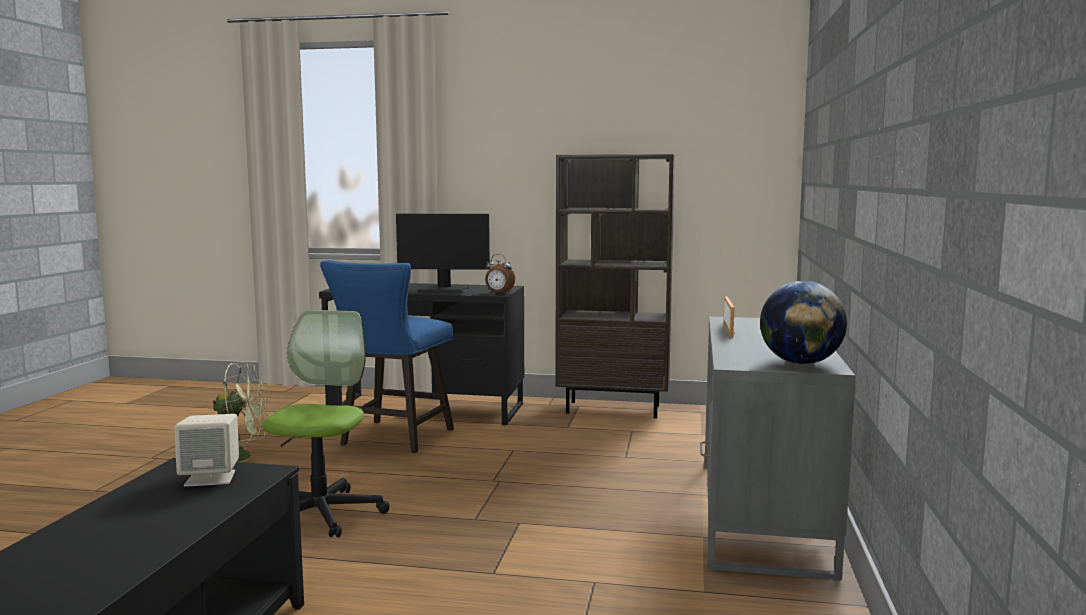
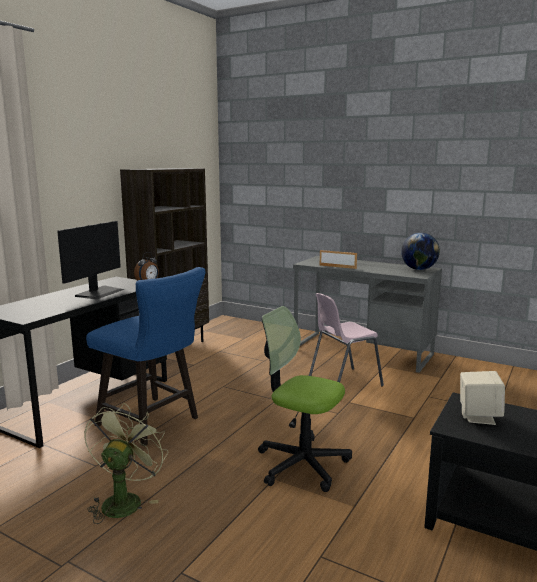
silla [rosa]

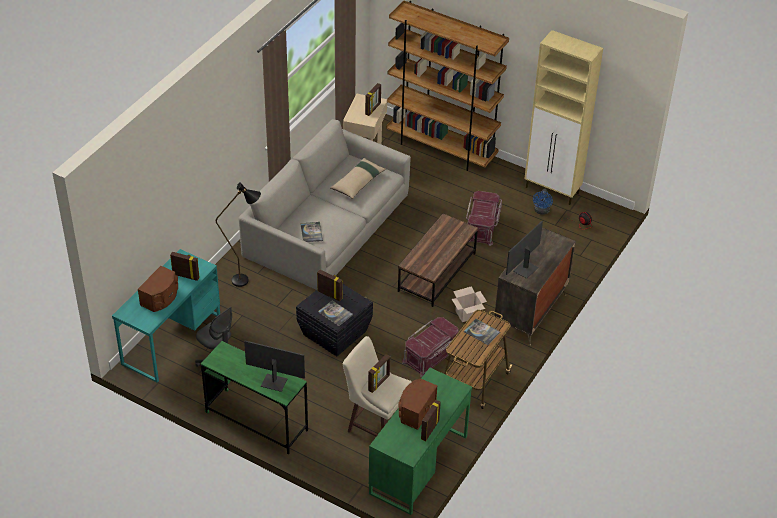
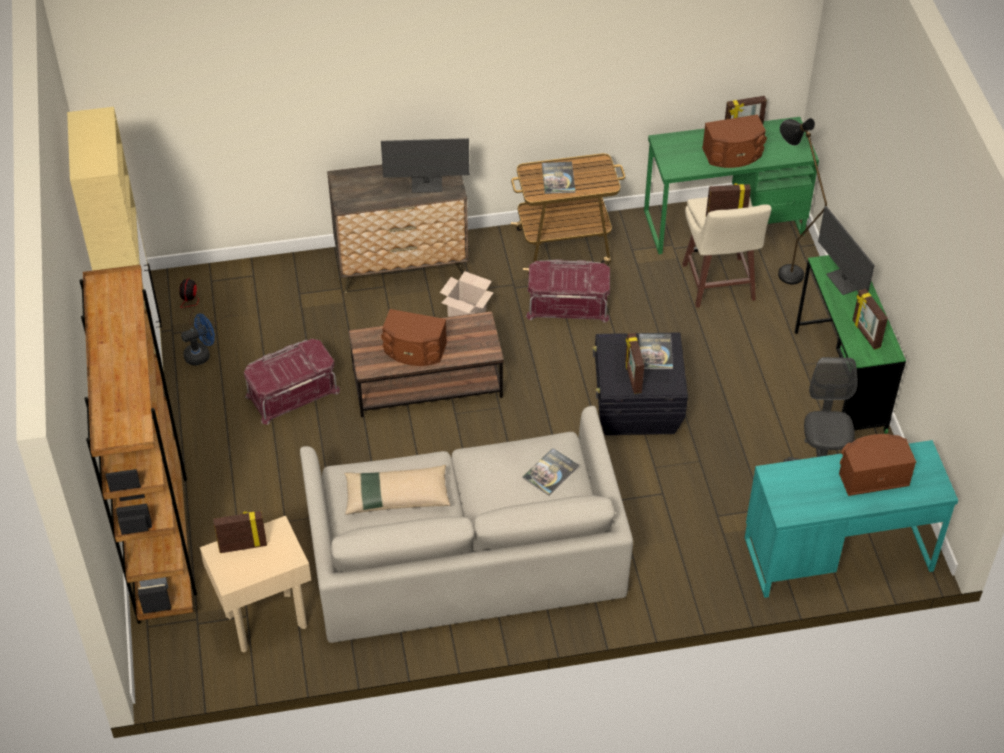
lámpara de pie [negro]; portarretratos (5th from left); altavoz [marrón] (1st from left)

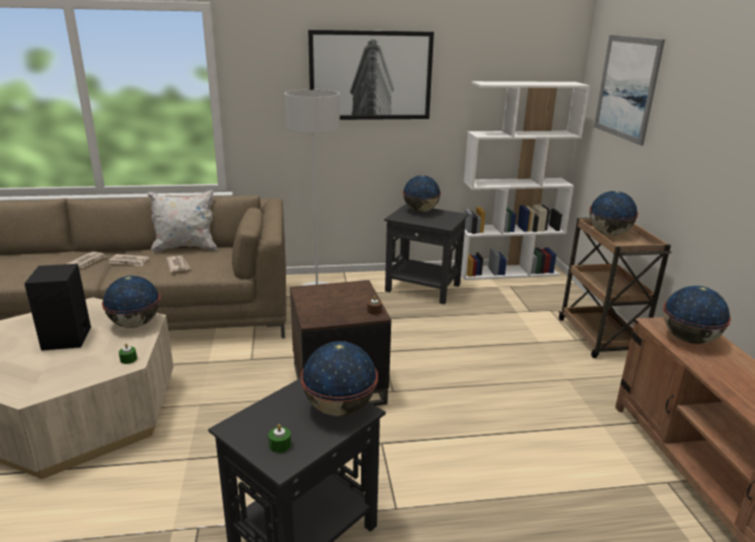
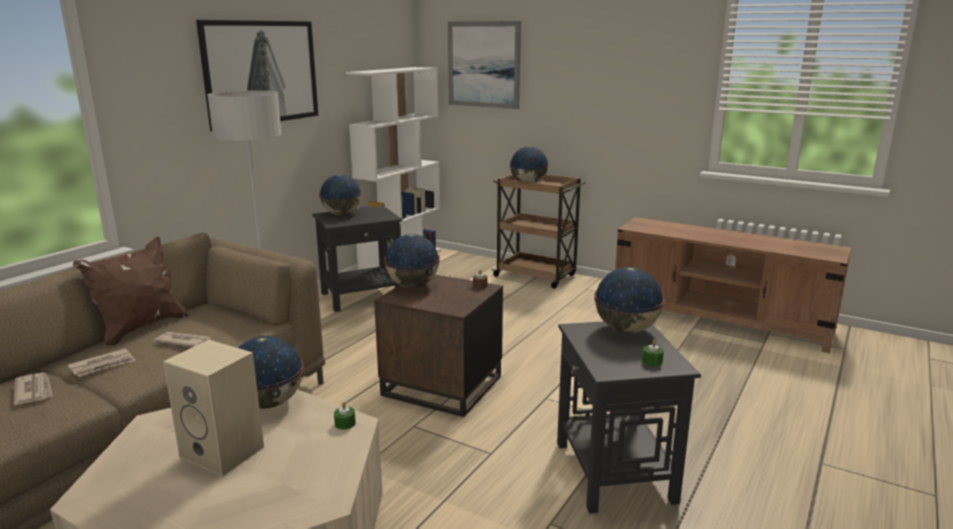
cojín [marrón]; altavoz [beis]; globo terráqueo (3rd from left)

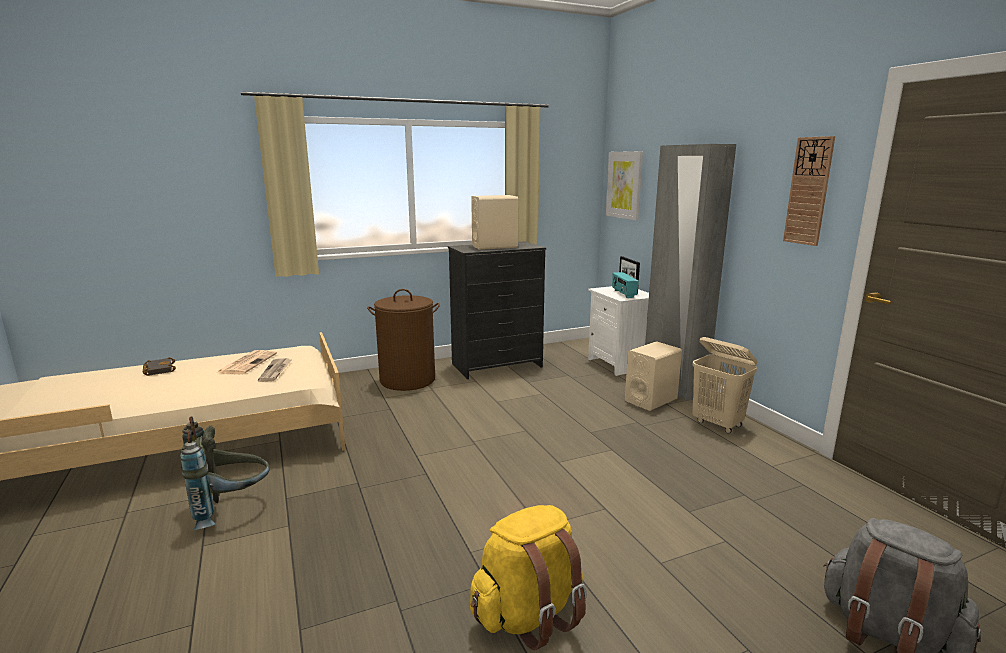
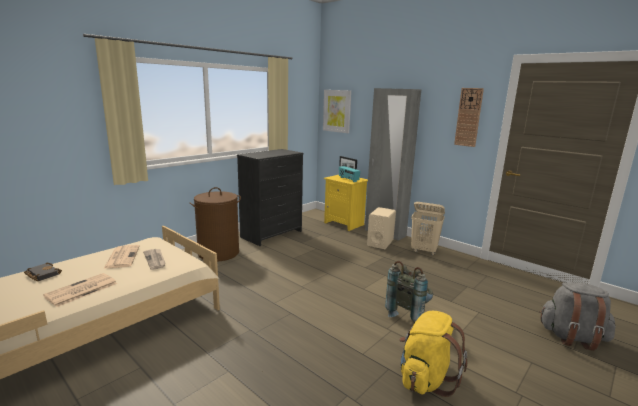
altavoz [beis] (1st from left in the first image); mesita de noche [amarillo]; mochila [gris] (1st from left); periódico (1st from left)

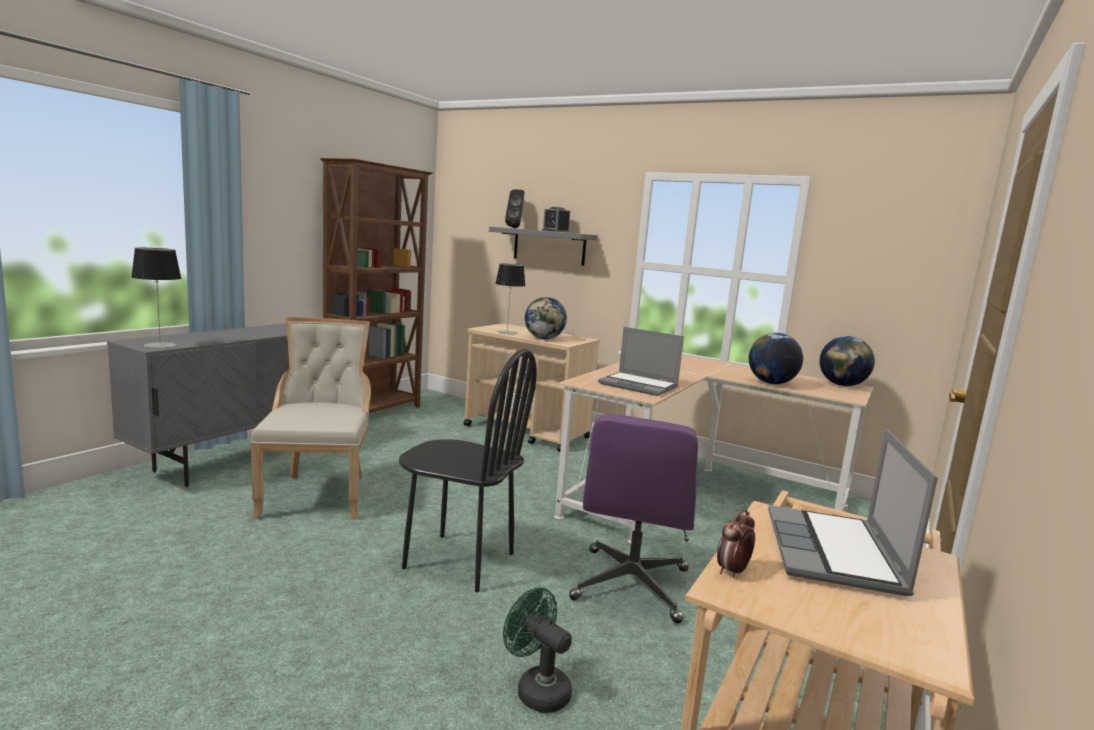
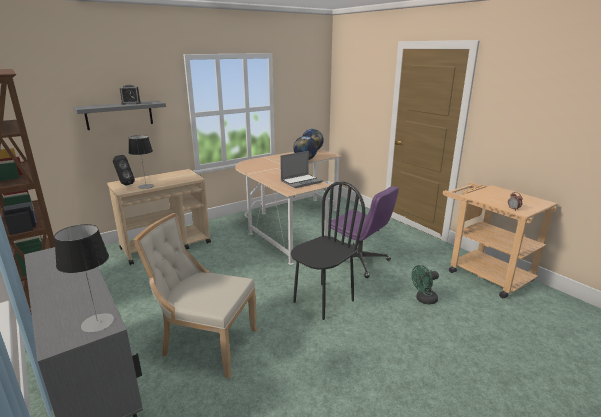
altavoz [negro]; globo terráqueo (1st from left in the first image); portátil (2nd from left in the first image)

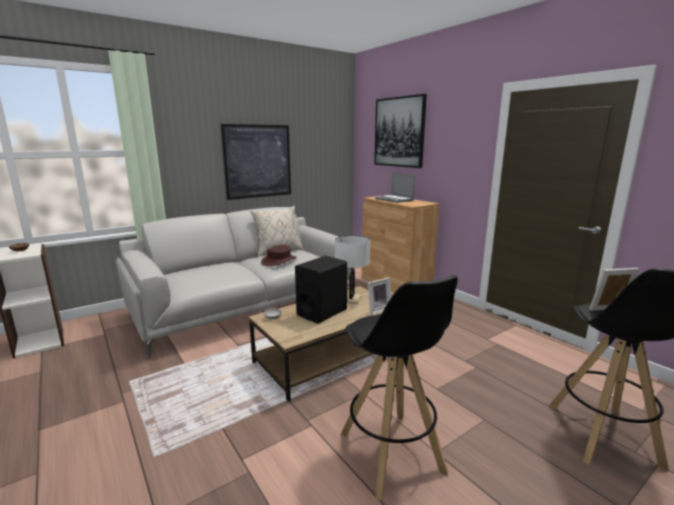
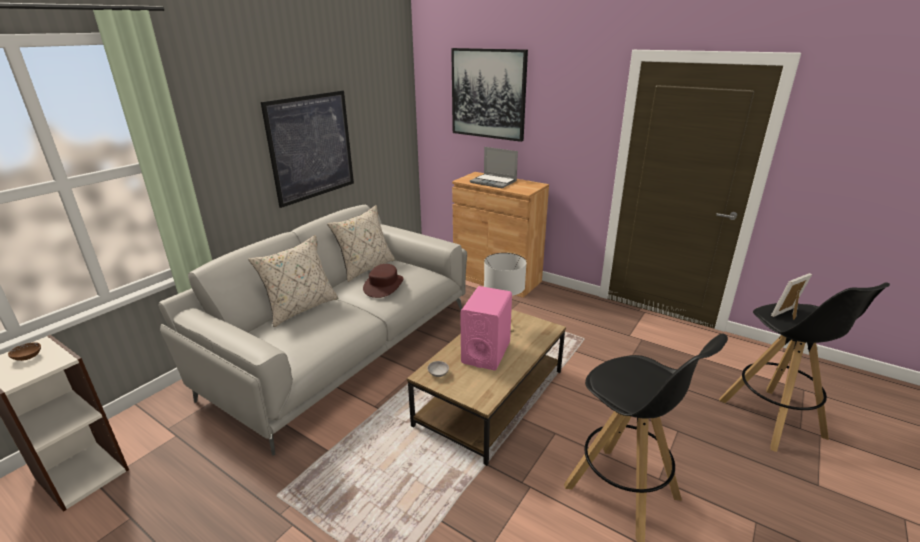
altavoz [rosa]; portarretratos (1st from left in the first image); cojín [beis] (1st from left)

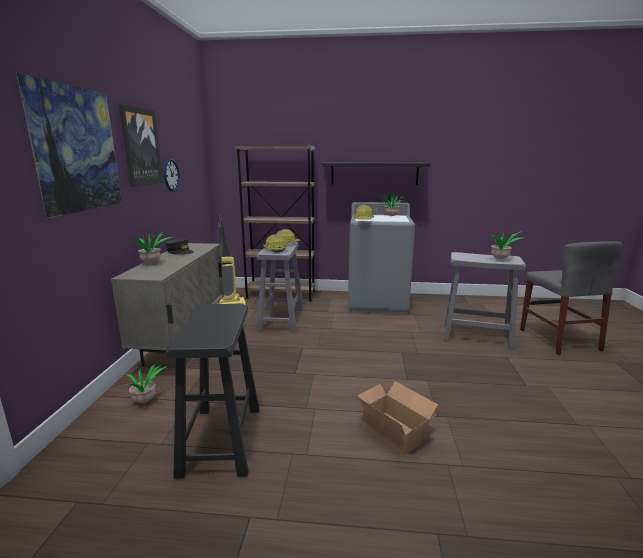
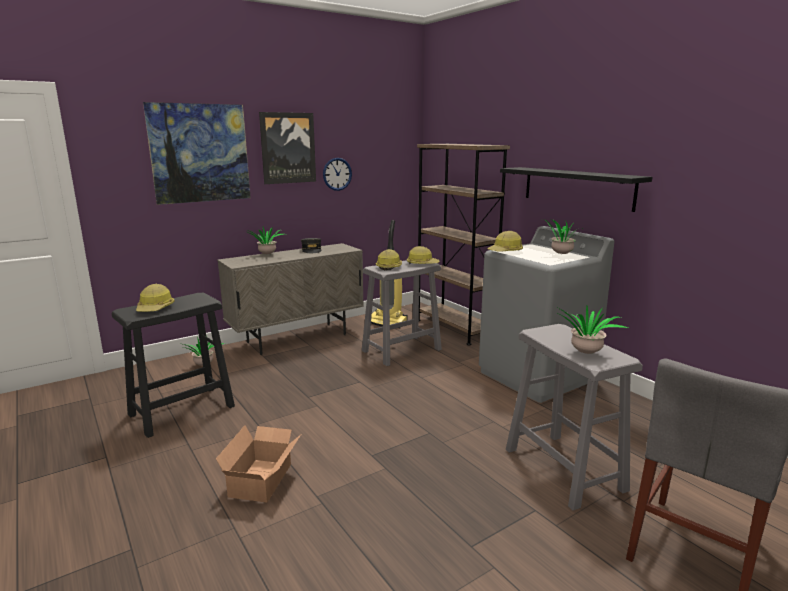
casco (1st from left)

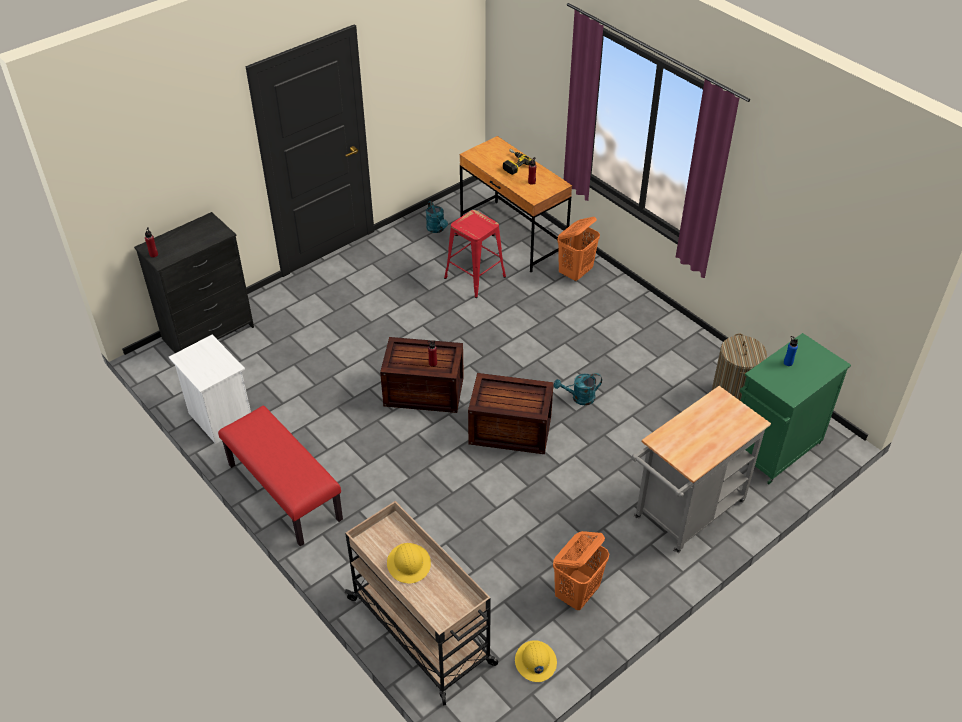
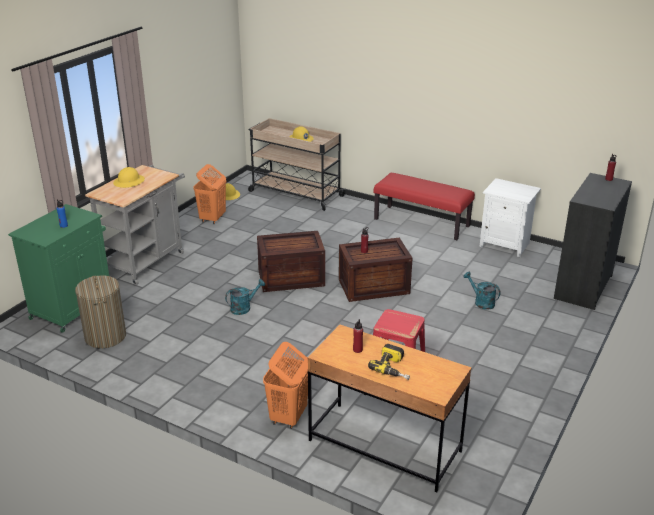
regadera [turquesa] (2nd from left); casco [amarillo] (1st from left)

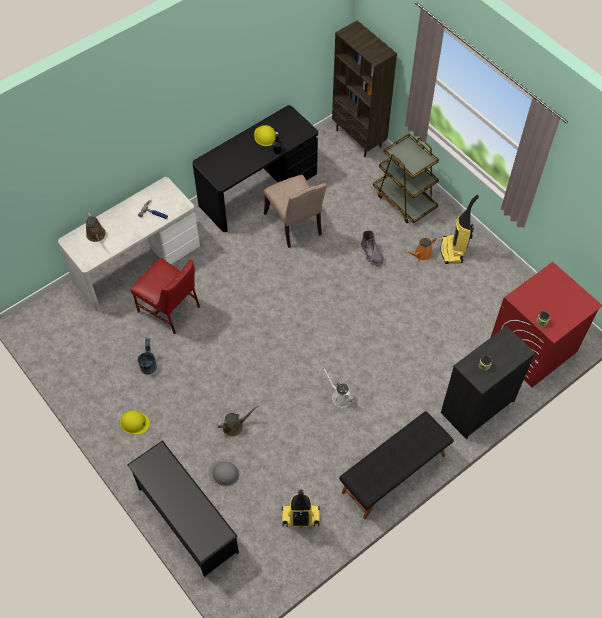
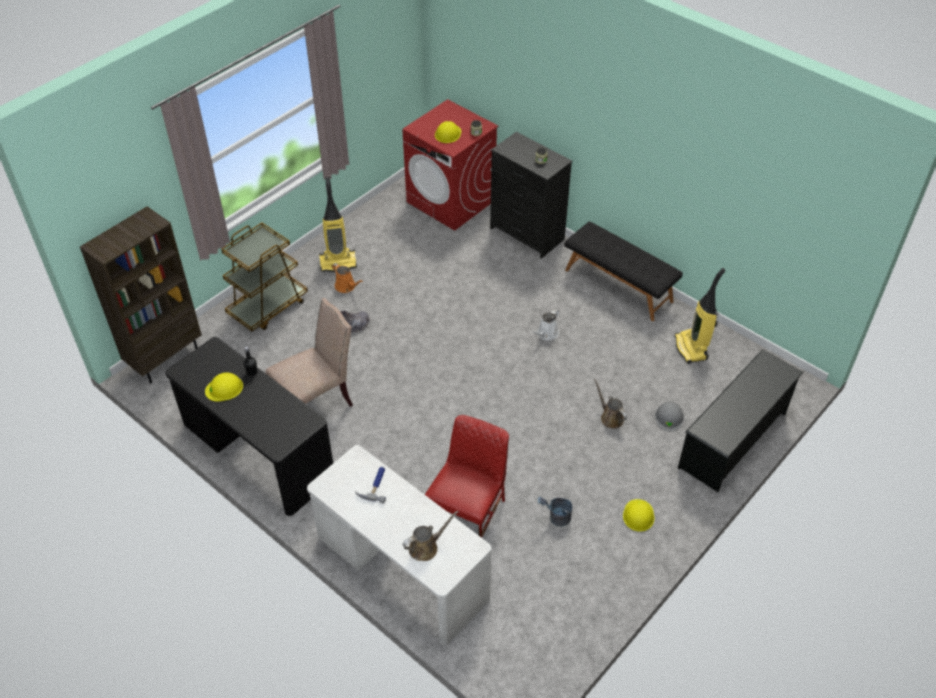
casco [amarillo] (2nd from left)

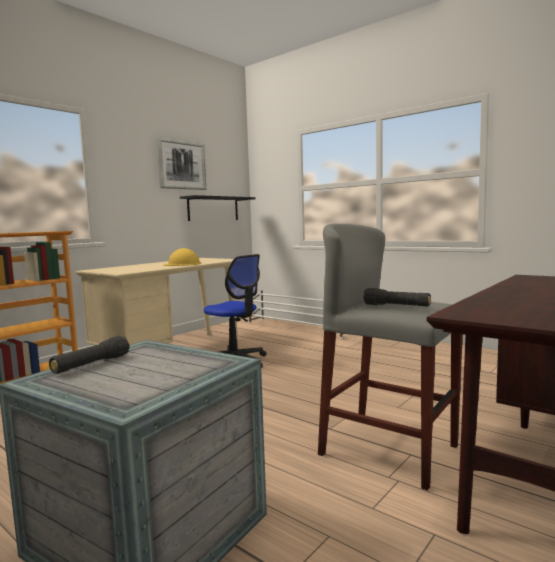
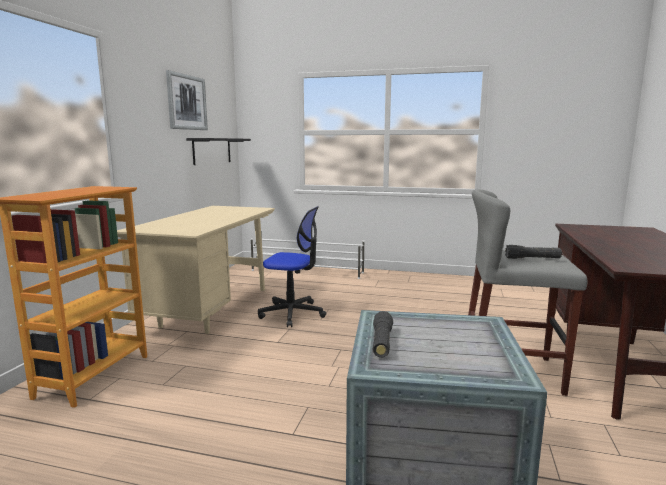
casco [amarillo]

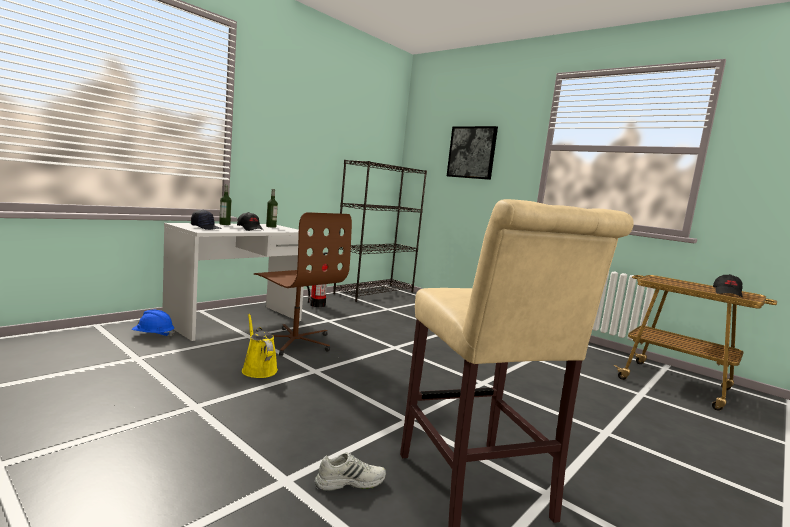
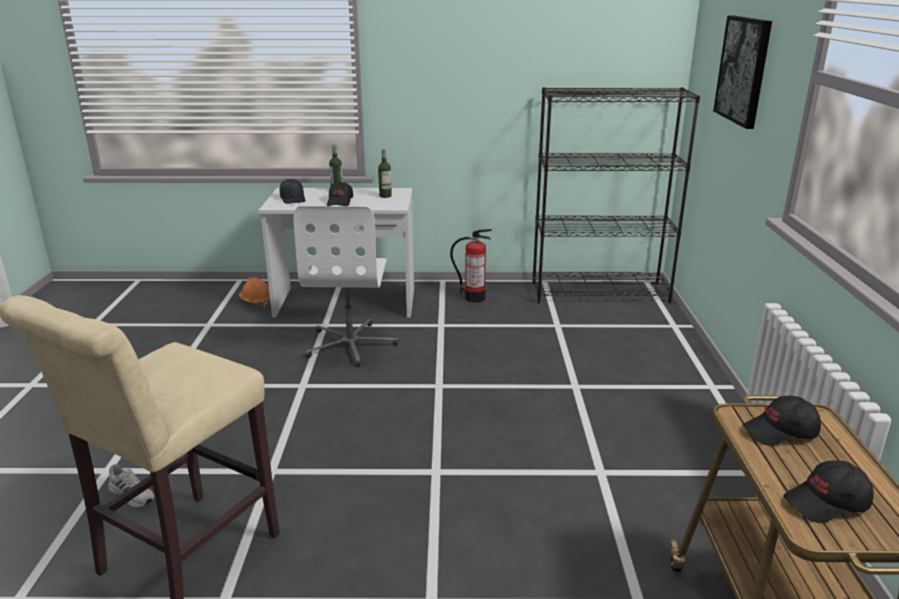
silla de oficina [blanco]; casco [naranja]; regadera [amarillo]; gorra [negro] (3rd from left)

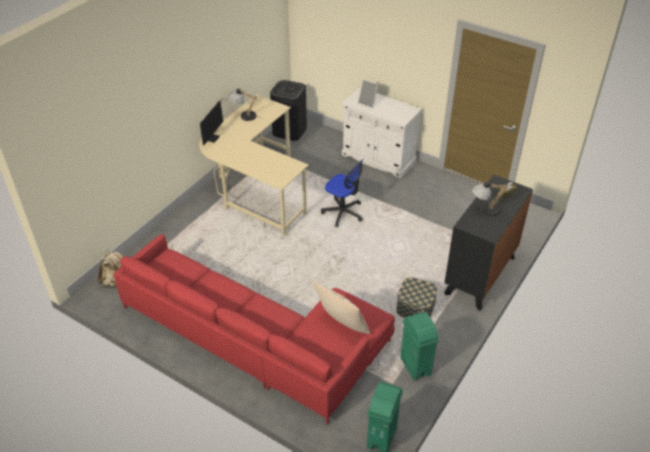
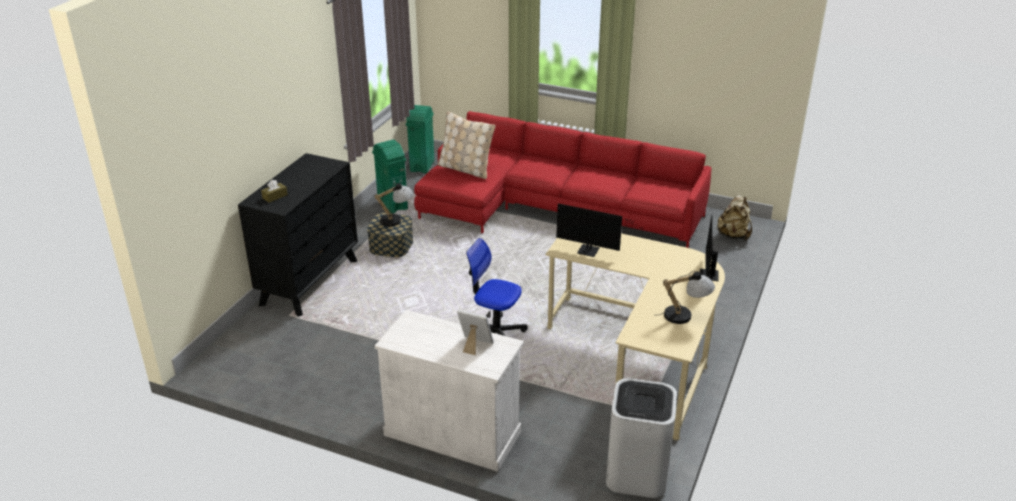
papelera [blanco]; lámpara de mesa (1st from left); monitor (1st from left)

